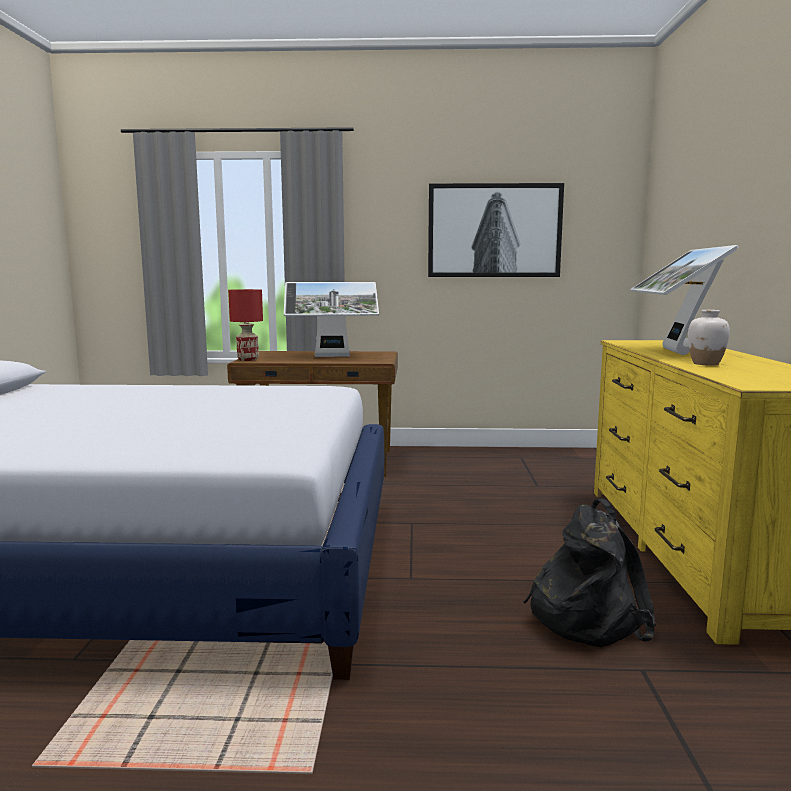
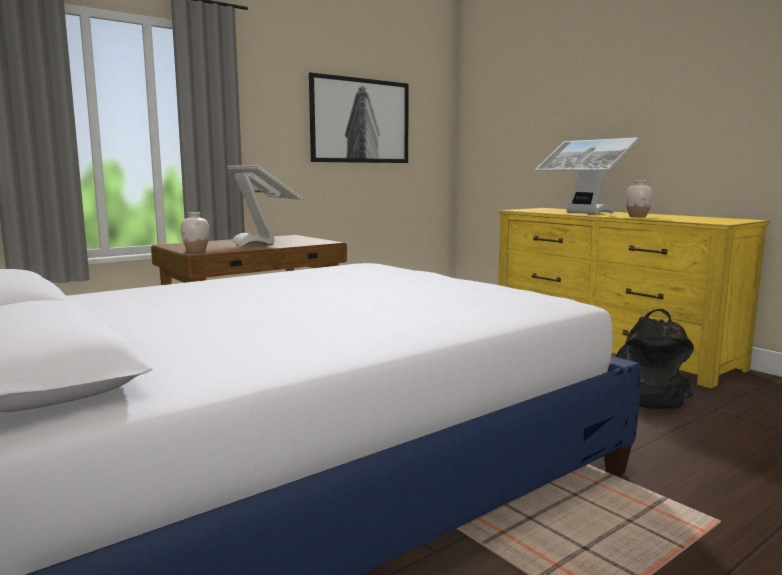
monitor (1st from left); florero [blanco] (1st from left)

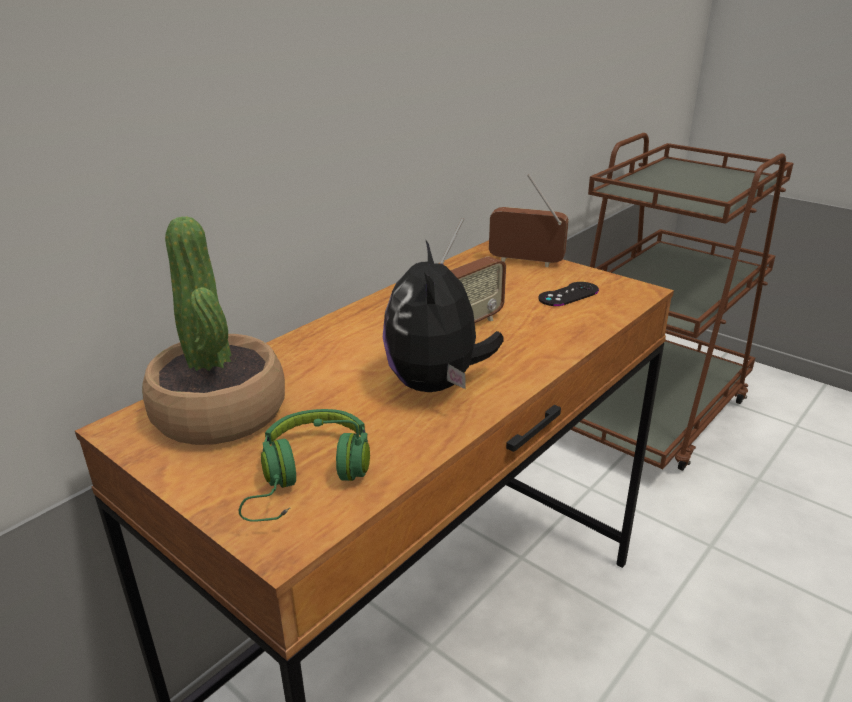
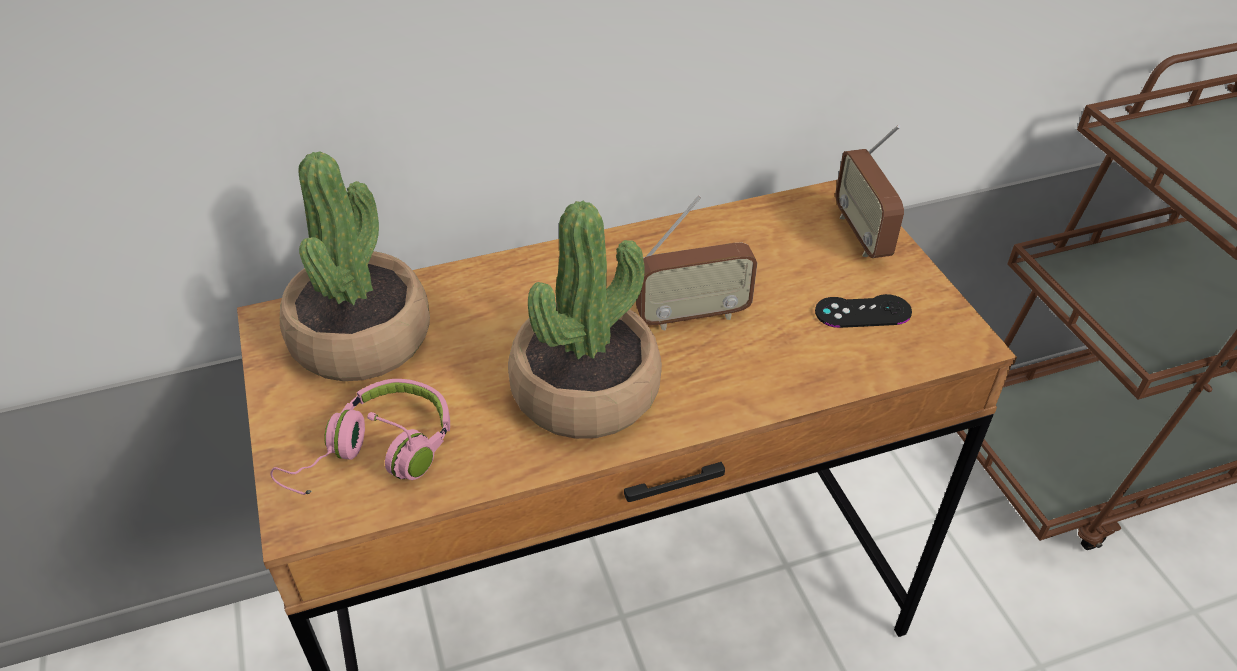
radio (2nd from left); planta en maceta (2nd from left); auriculares [rosa]

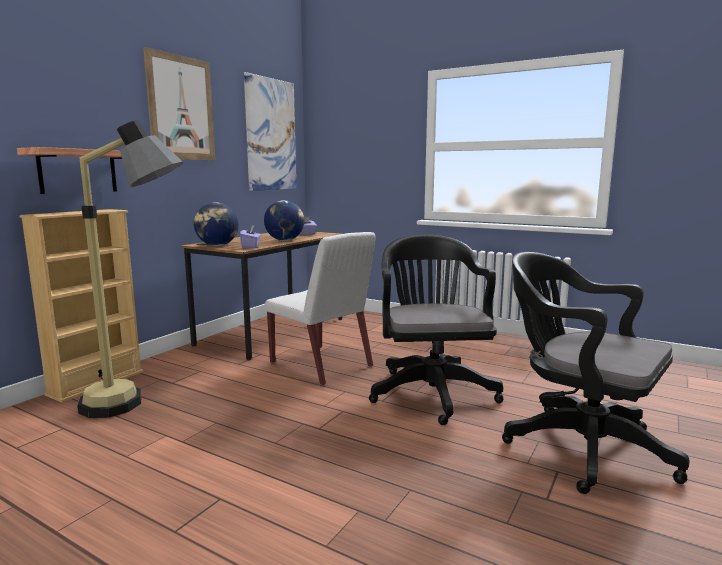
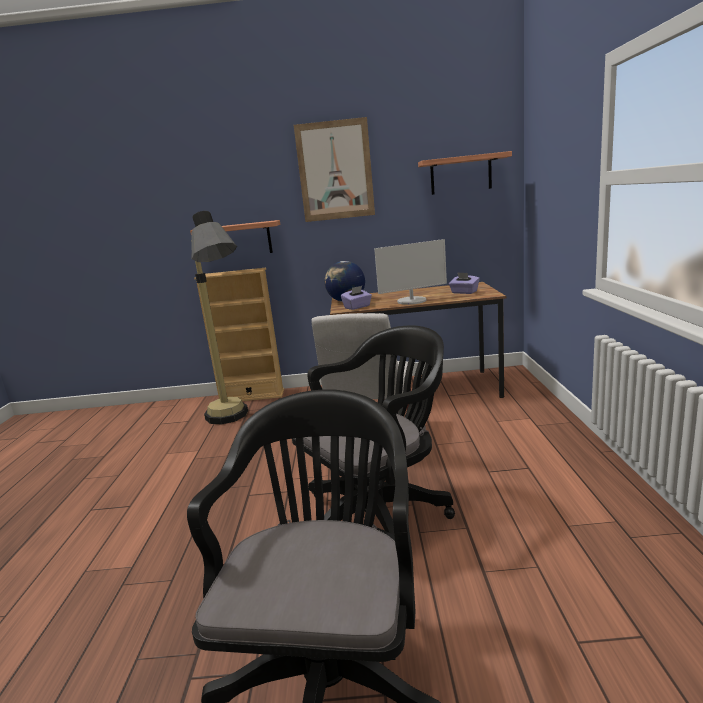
estante (2nd from left); monitor

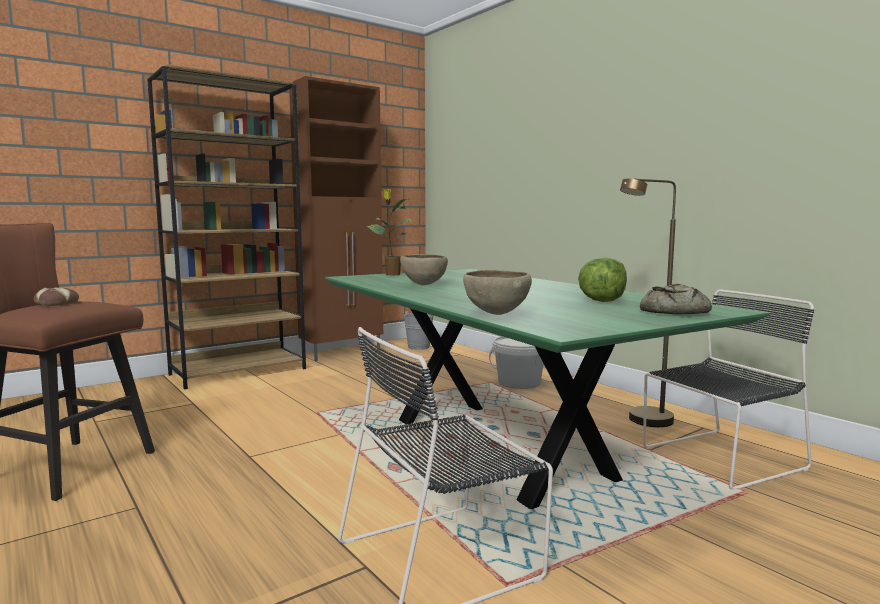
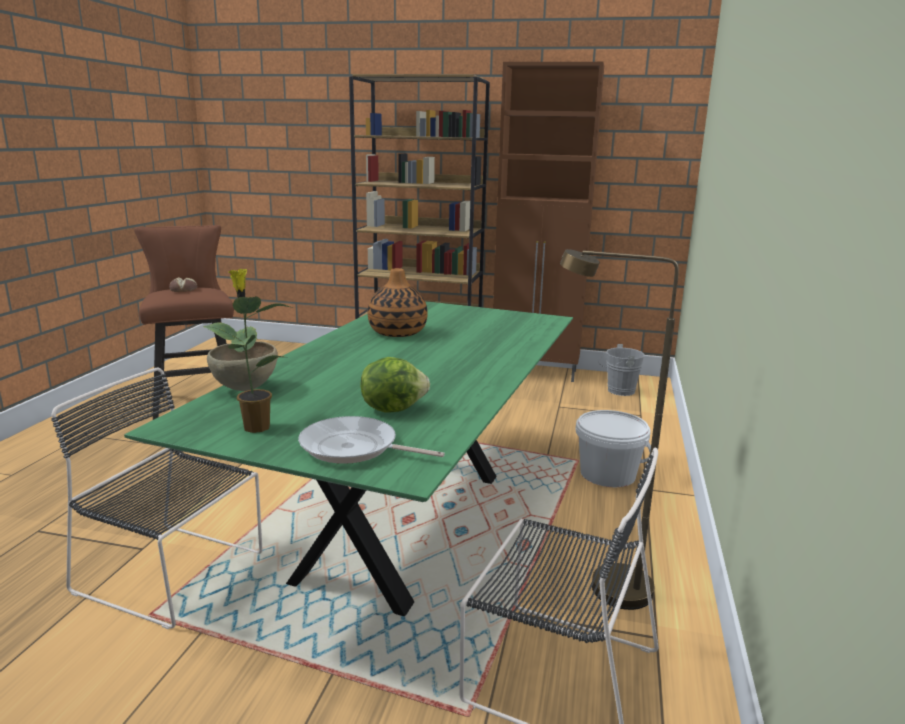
planta en maceta; florero; sartén

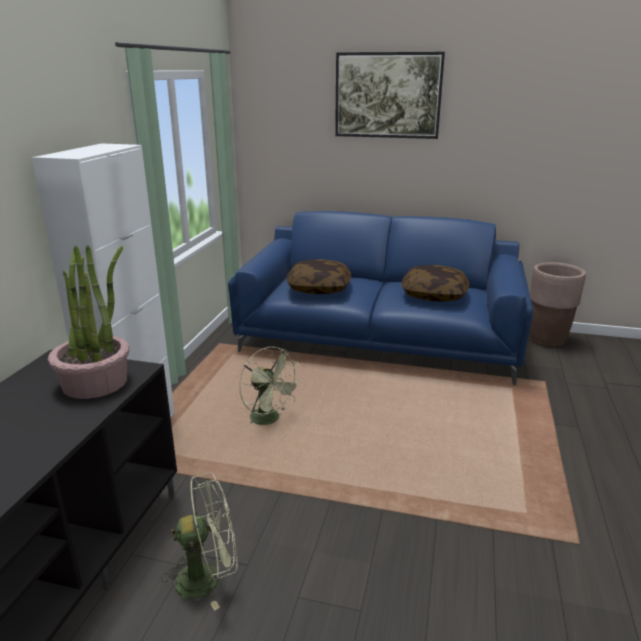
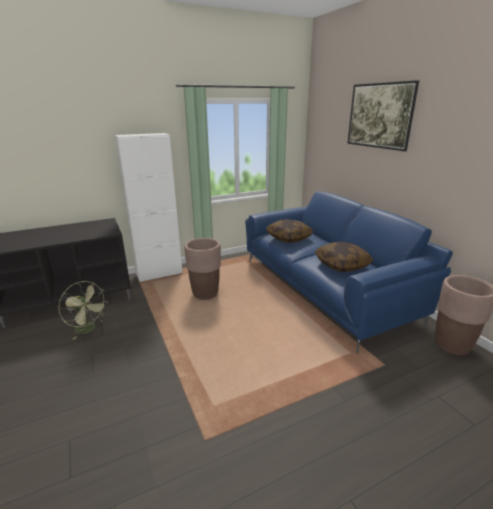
planta en maceta; maceta [marrón] (1st from left)

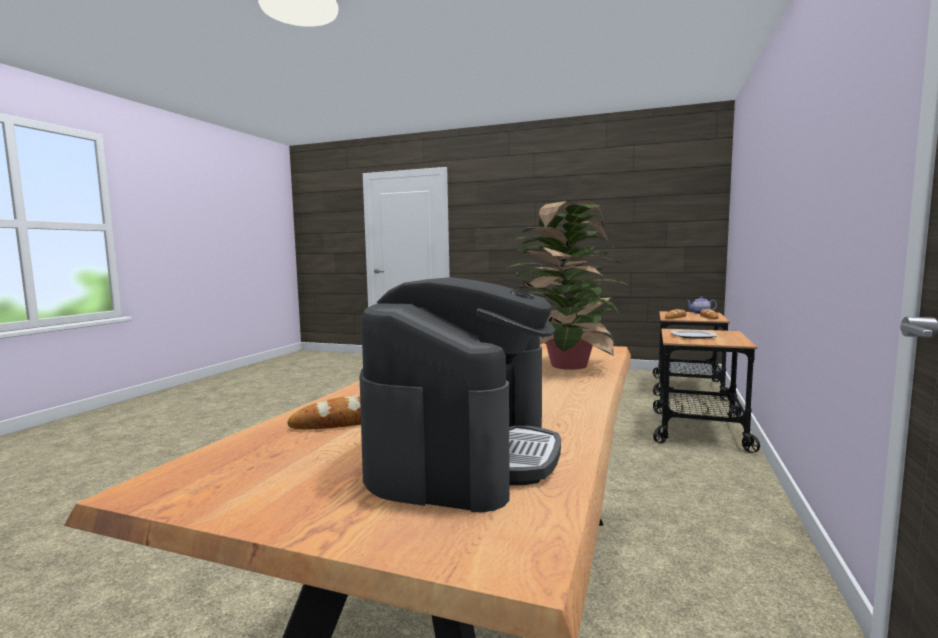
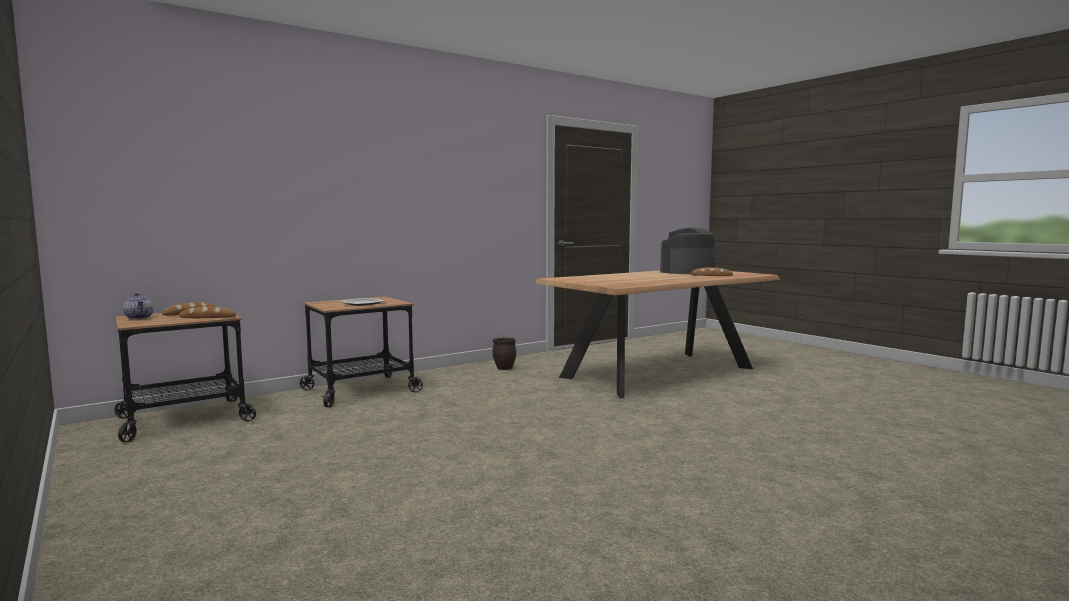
planta en maceta; maceta [marrón]

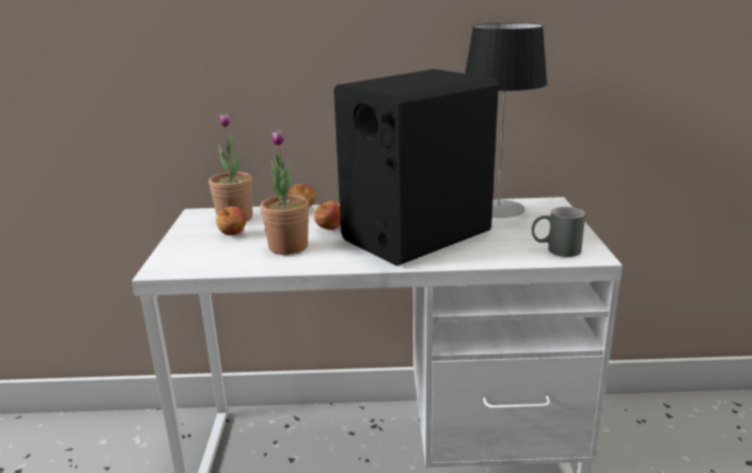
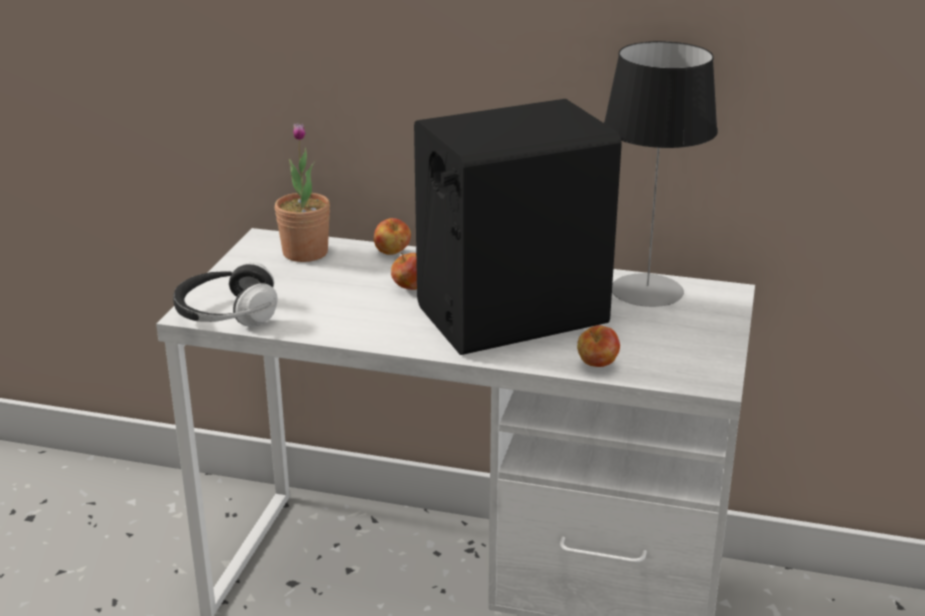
planta en maceta (2nd from left in the first image); manzana (3rd from left); taza grande [gris]; auriculares

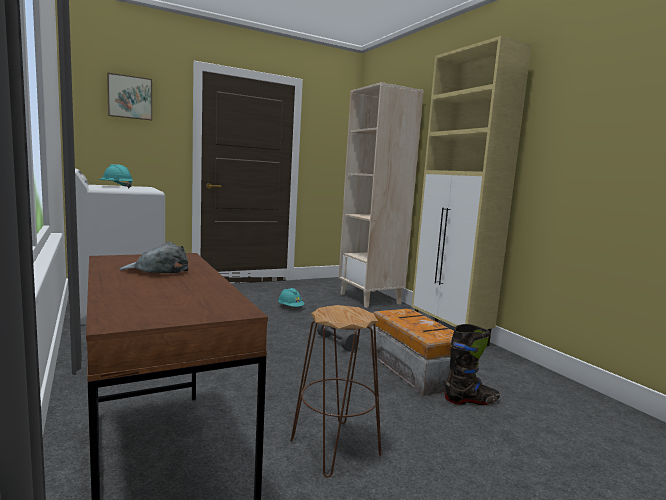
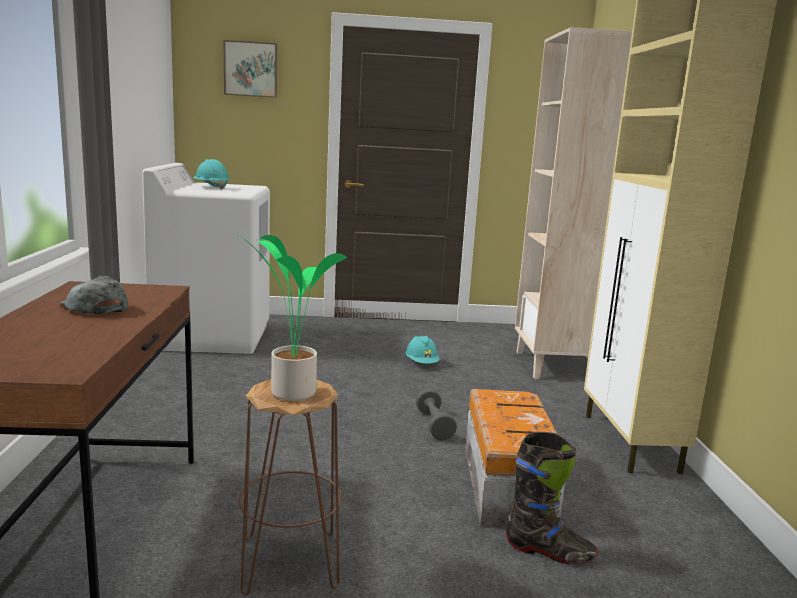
planta en maceta

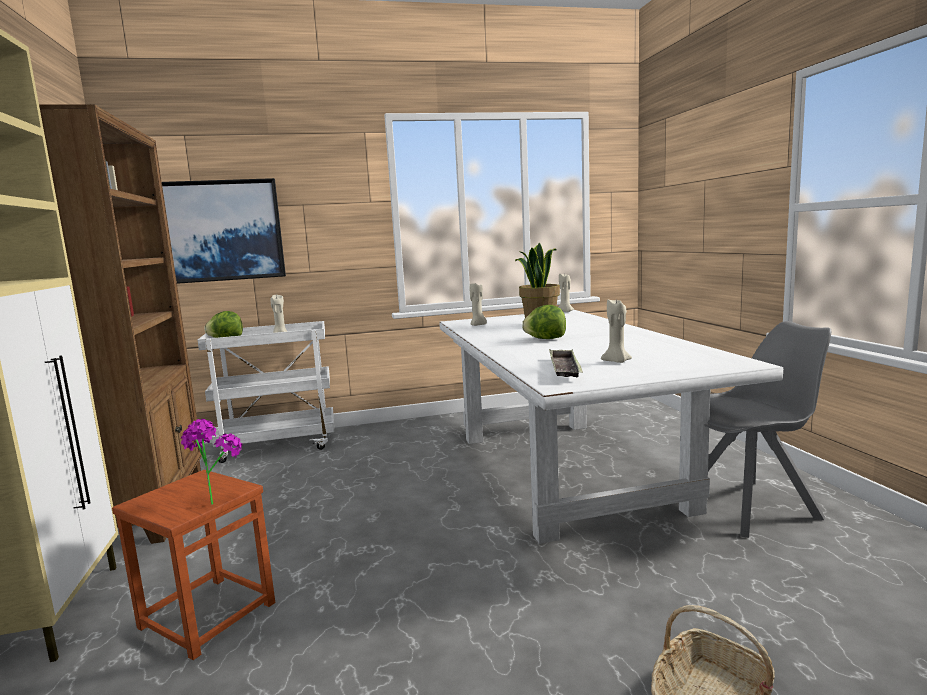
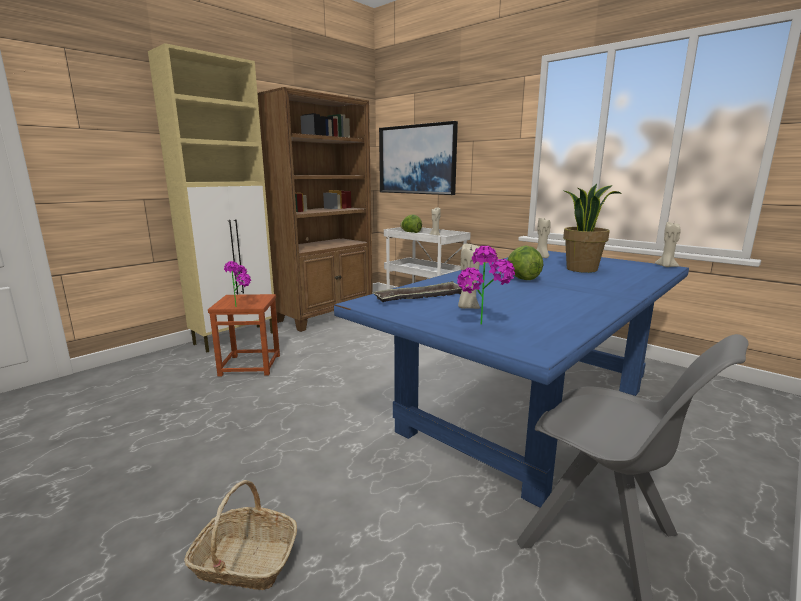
mesa de comedor [azul]; planta en maceta (2nd from left)

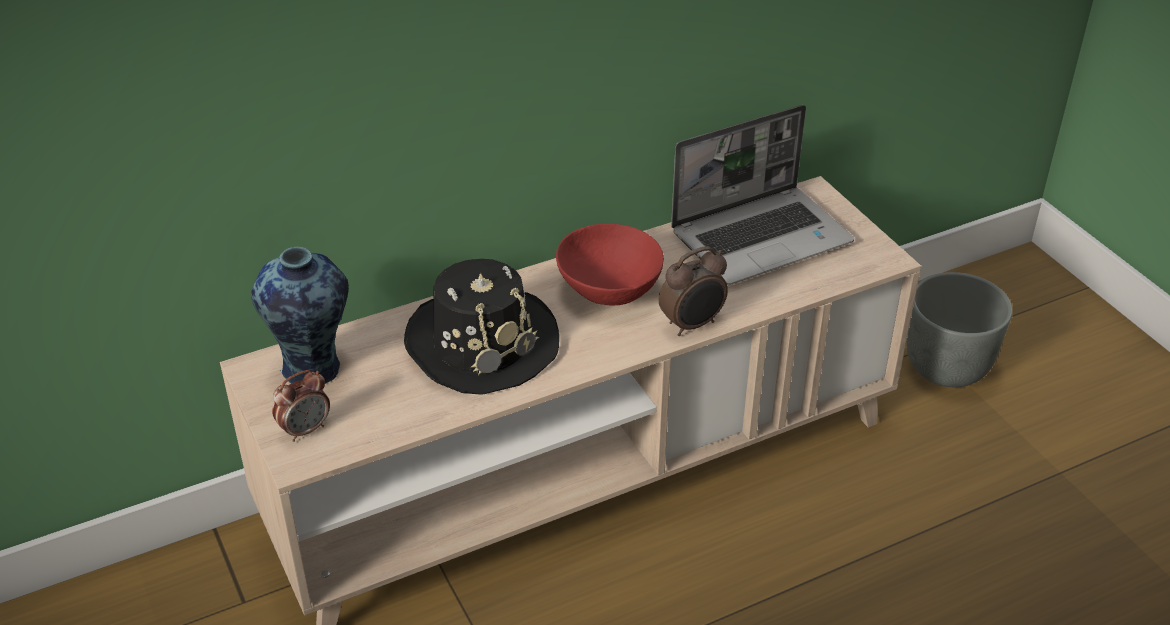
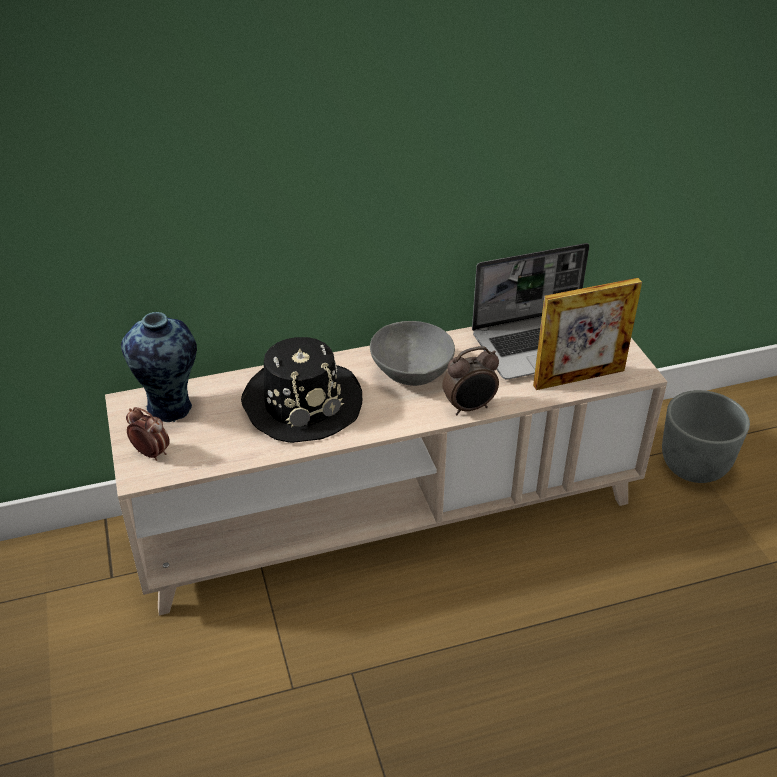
cuenco [gris]; despertador (1st from left); portarretratos

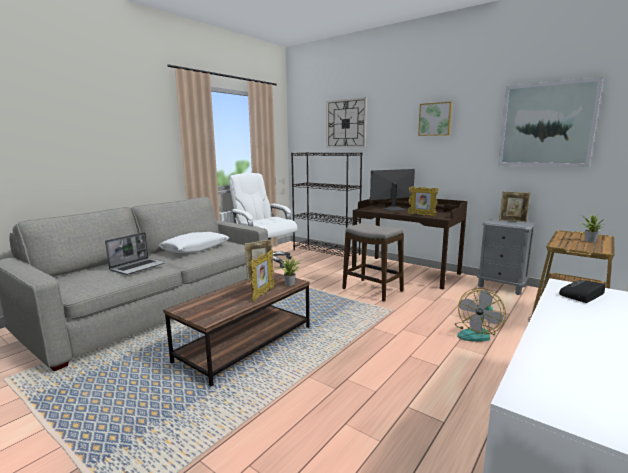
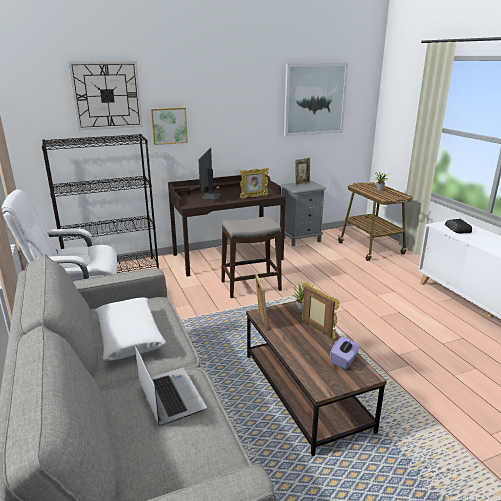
cuadro (1st from left); ventilador; caja de pañuelos [morado]

